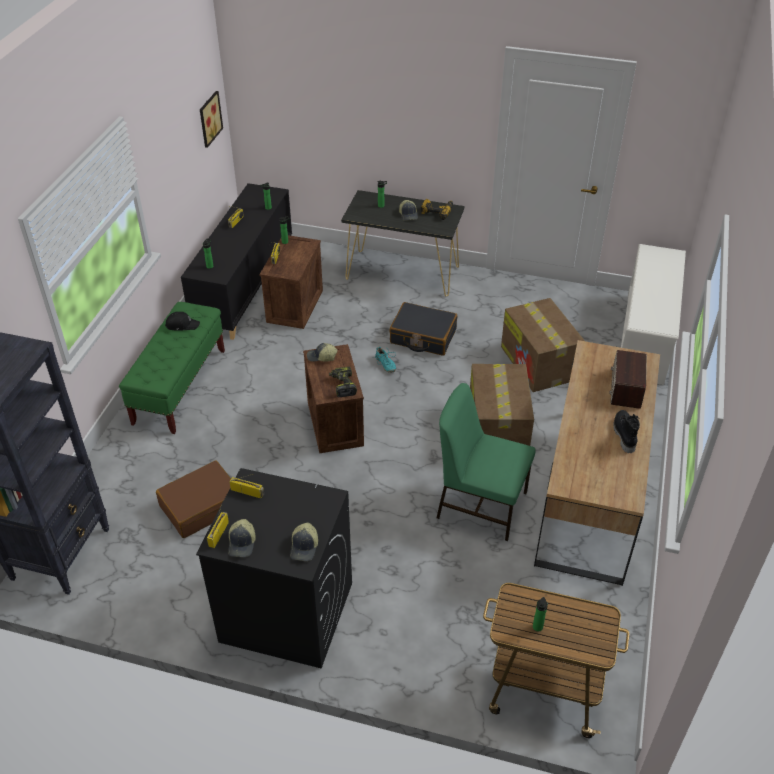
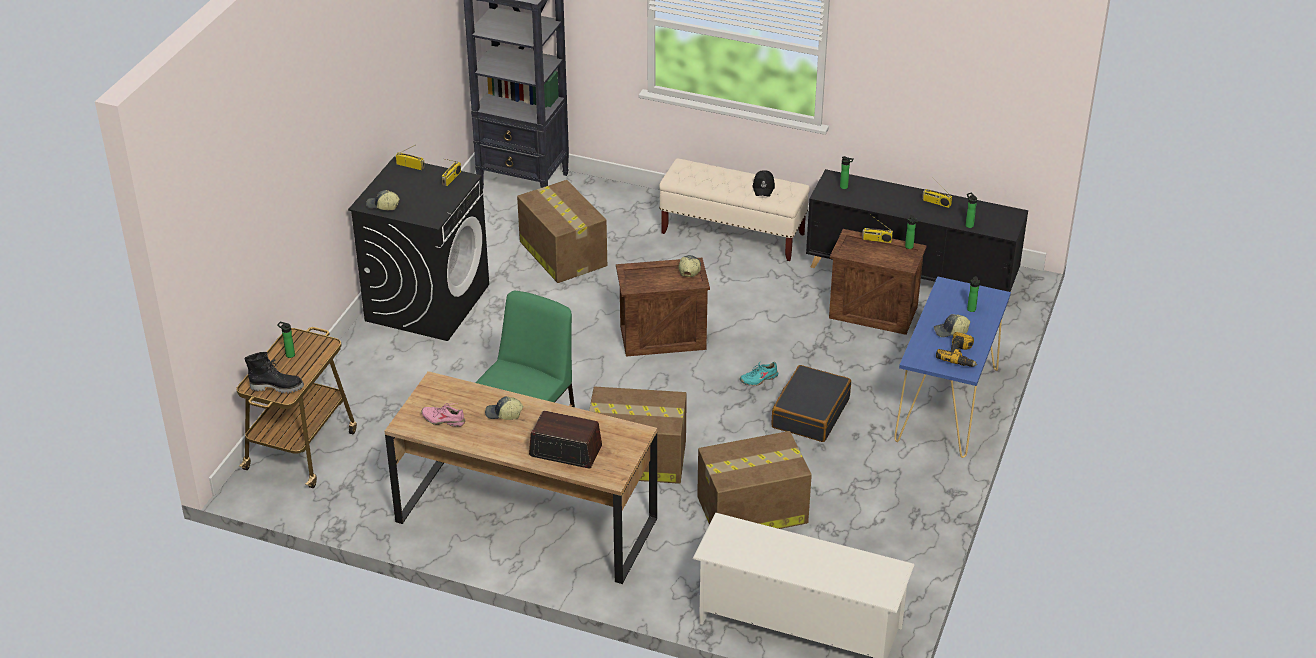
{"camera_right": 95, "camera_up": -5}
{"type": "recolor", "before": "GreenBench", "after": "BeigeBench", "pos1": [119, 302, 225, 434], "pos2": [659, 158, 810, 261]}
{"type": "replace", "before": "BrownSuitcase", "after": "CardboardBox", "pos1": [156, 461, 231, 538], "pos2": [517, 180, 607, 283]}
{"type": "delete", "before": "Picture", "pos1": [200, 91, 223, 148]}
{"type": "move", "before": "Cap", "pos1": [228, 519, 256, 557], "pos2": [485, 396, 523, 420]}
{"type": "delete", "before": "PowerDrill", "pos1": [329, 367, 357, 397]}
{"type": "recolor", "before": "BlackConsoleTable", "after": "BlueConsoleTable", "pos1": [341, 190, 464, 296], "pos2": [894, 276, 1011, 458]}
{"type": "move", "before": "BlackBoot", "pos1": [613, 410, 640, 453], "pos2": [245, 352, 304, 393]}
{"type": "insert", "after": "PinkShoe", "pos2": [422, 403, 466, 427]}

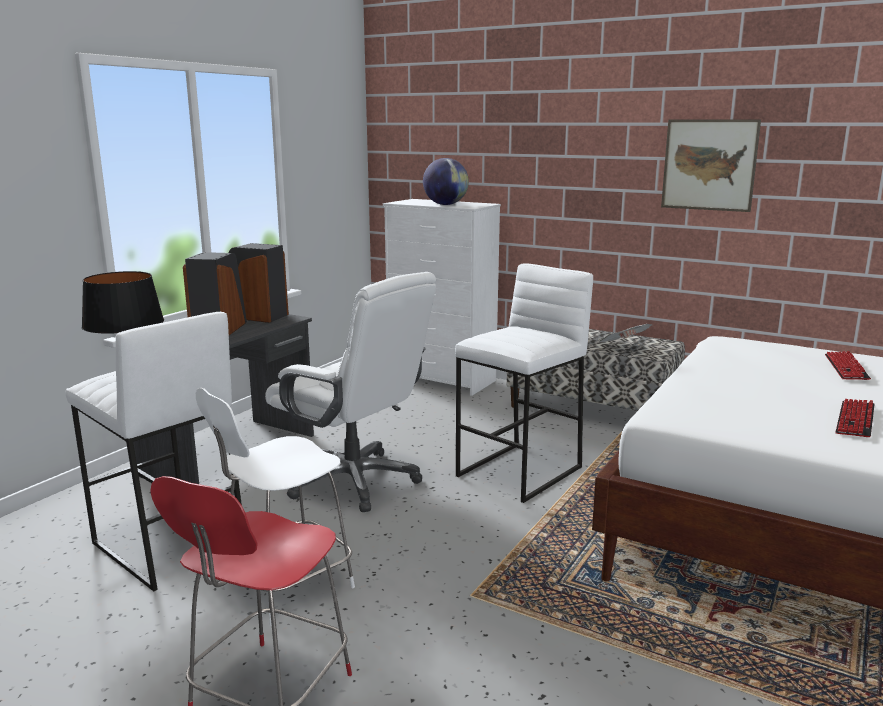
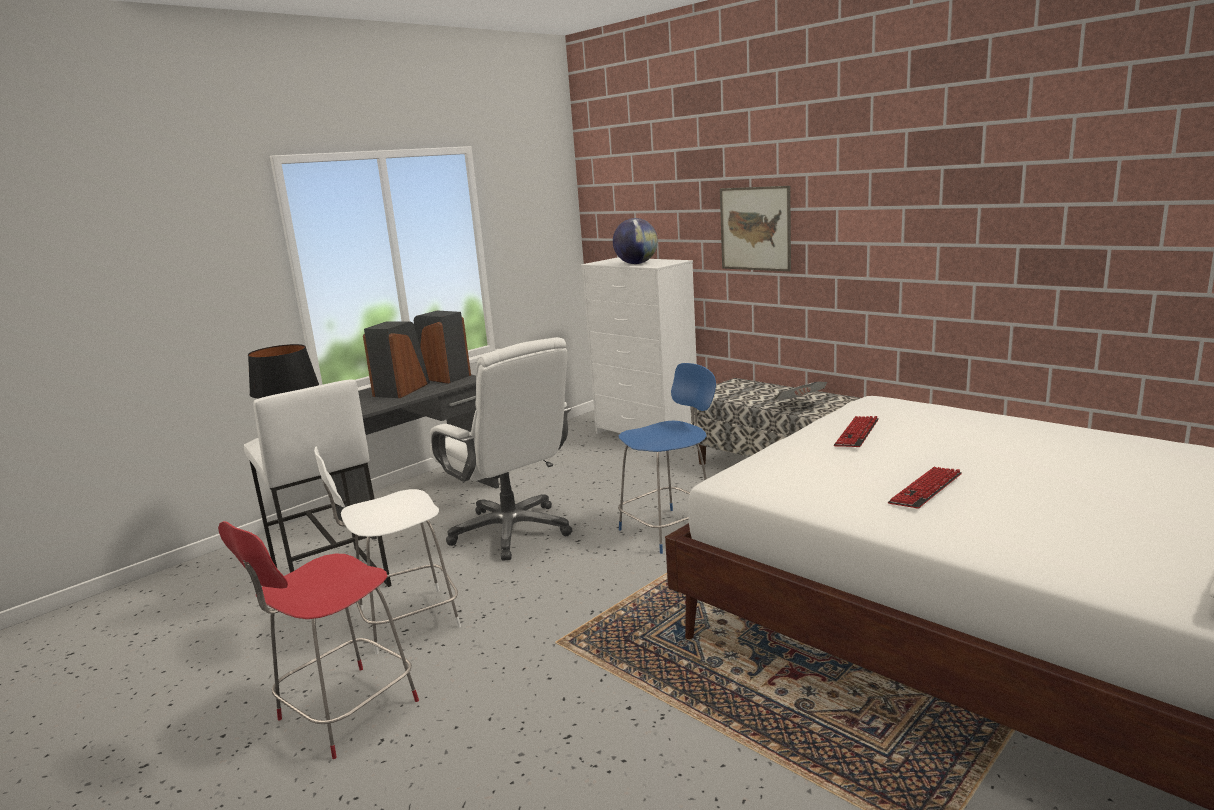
{"camera_right": 15, "camera_up": 0}
{"type": "replace", "before": "WhiteStool", "after": "BlueChair", "pos1": [455, 263, 593, 503], "pos2": [618, 363, 716, 554]}
{"type": "move", "before": "Picture", "pos1": [661, 119, 761, 212], "pos2": [720, 186, 791, 271]}
{"type": "move", "before": "Keyboard", "pos1": [825, 351, 871, 380], "pos2": [834, 416, 879, 447]}

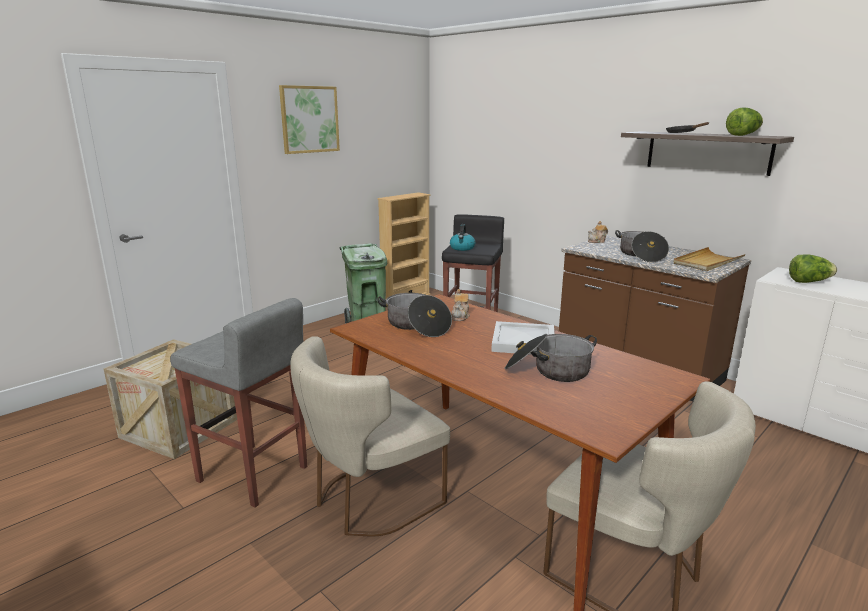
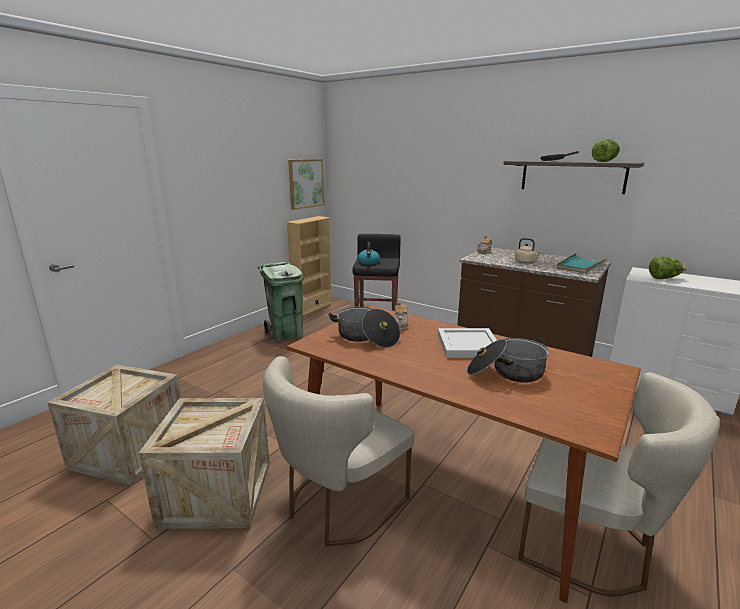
{"camera_right": -10, "camera_up": 0}
{"type": "replace", "before": "GreyStool", "after": "Crate", "pos1": [170, 298, 307, 508], "pos2": [139, 398, 270, 529]}
{"type": "move", "before": "Picture", "pos1": [279, 85, 340, 154], "pos2": [288, 159, 325, 210]}
{"type": "replace", "before": "CookingPot", "after": "BeigeKettle", "pos1": [615, 230, 669, 262], "pos2": [515, 238, 542, 263]}
{"type": "recolor", "before": "BeigeTray", "after": "TurquoiseTray", "pos1": [674, 247, 746, 271], "pos2": [556, 253, 607, 273]}

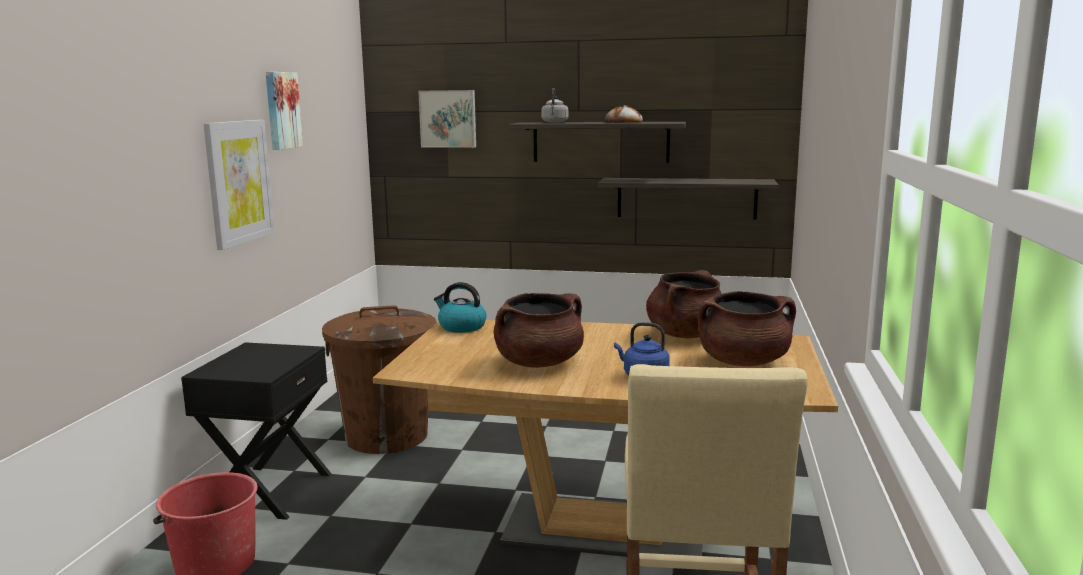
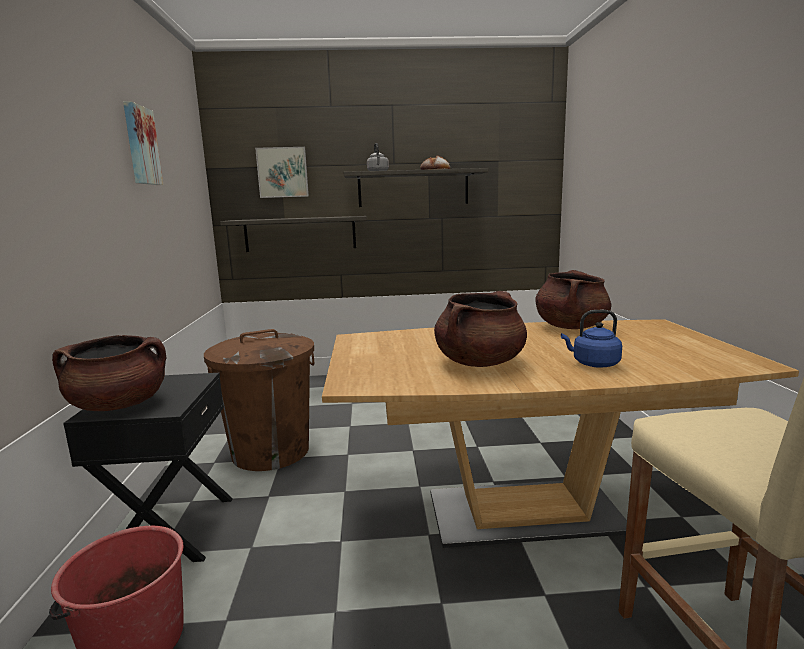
{"camera_right": -15, "camera_up": 0}
{"type": "delete", "before": "Picture", "pos1": [204, 120, 275, 250]}
{"type": "delete", "before": "Kettle", "pos1": [434, 282, 487, 333]}
{"type": "move", "before": "Shelf", "pos1": [598, 178, 778, 220], "pos2": [220, 216, 367, 252]}
{"type": "move", "before": "BrownCookingPot", "pos1": [698, 291, 796, 366], "pos2": [52, 335, 166, 411]}

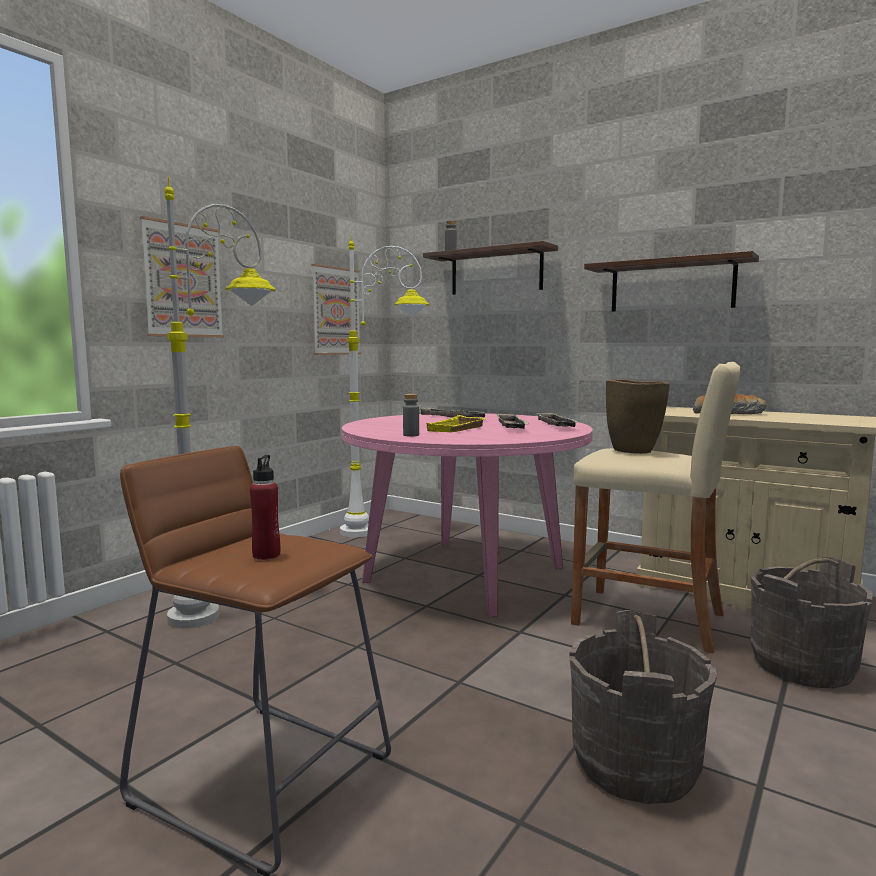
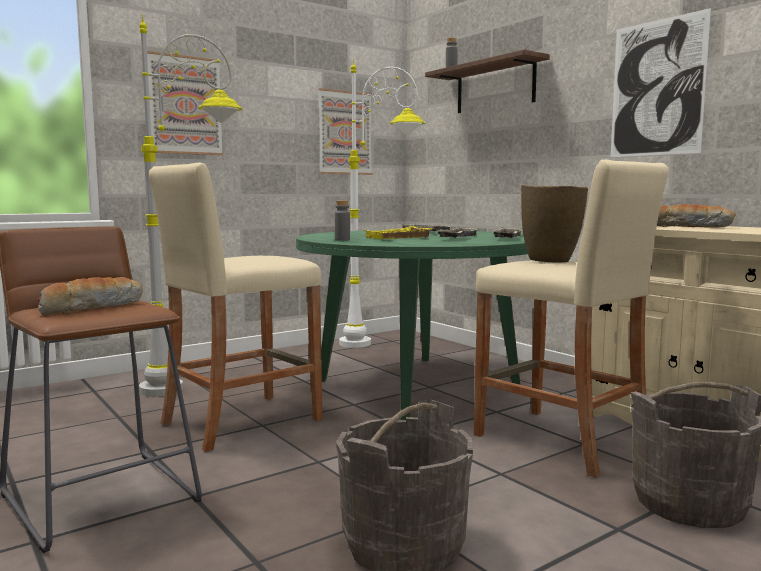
{"camera_right": 20, "camera_up": 0}
{"type": "replace", "before": "RedBottle", "after": "Bread", "pos1": [250, 455, 280, 560], "pos2": [37, 277, 143, 316]}
{"type": "recolor", "before": "PinkDiningTable", "after": "GreenDiningTable", "pos1": [342, 413, 593, 617], "pos2": [296, 230, 528, 420]}
{"type": "replace", "before": "Shelf", "after": "Picture", "pos1": [584, 251, 759, 312], "pos2": [611, 8, 711, 157]}
{"type": "insert", "after": "BeigeStool", "pos2": [149, 163, 322, 452]}

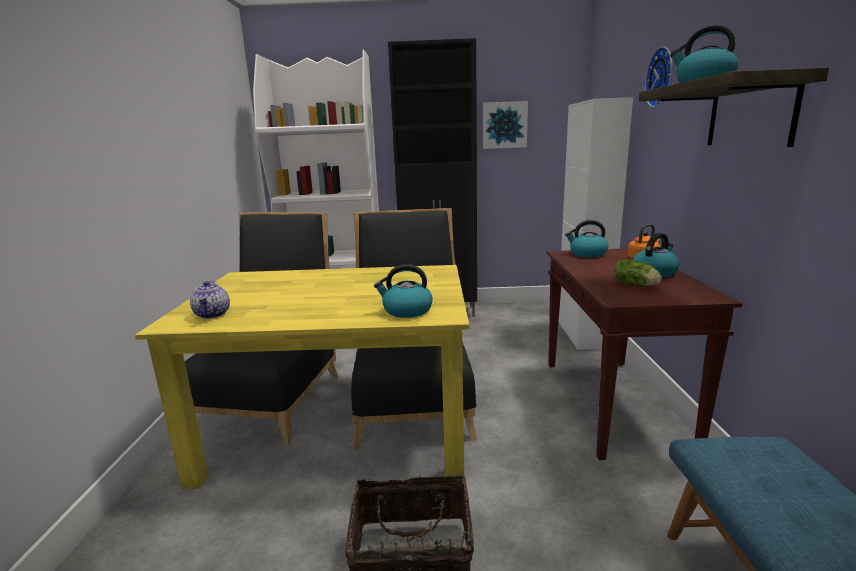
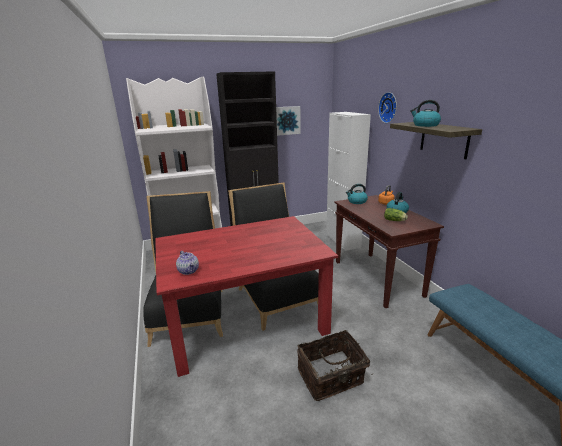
{"camera_right": -20, "camera_up": 5}
{"type": "recolor", "before": "YellowDiningTable", "after": "RedDiningTable", "pos1": [135, 265, 469, 489], "pos2": [155, 216, 338, 377]}
{"type": "delete", "before": "Kettle", "pos1": [374, 264, 433, 318]}

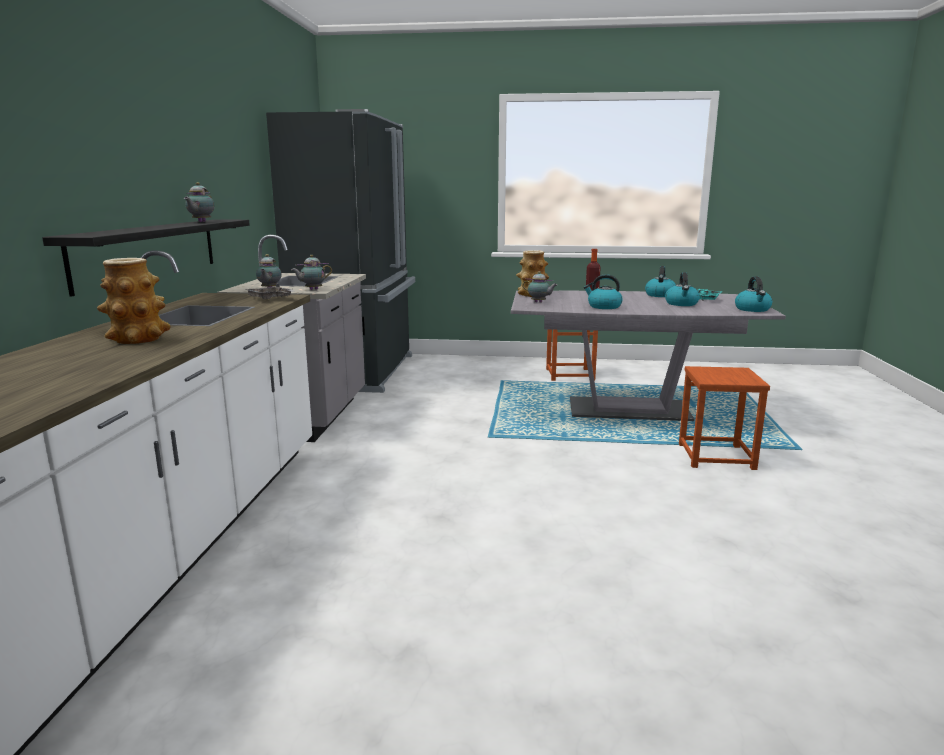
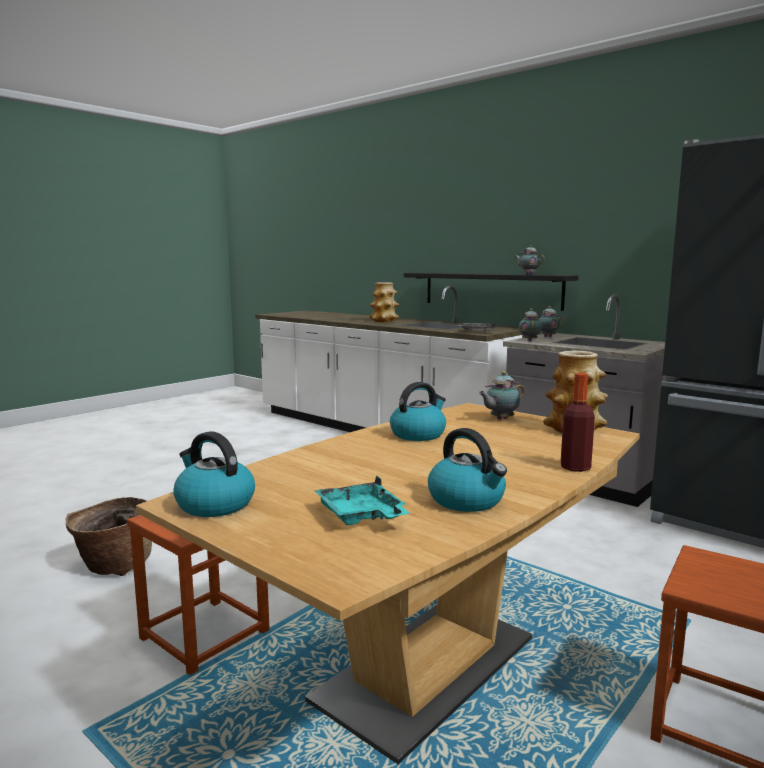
{"camera_right": 125, "camera_up": -5}
{"type": "recolor", "before": "GreyDiningTable", "after": "BrownDiningTable", "pos1": [511, 291, 786, 421], "pos2": [136, 403, 640, 764]}
{"type": "delete", "before": "Kettle", "pos1": [665, 272, 700, 306]}
{"type": "insert", "after": "Basket", "pos2": [65, 497, 152, 576]}

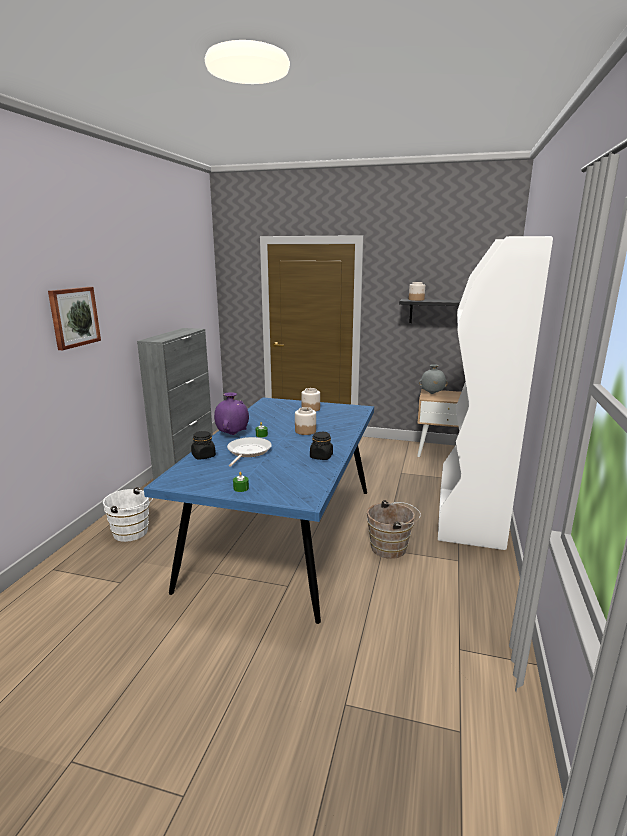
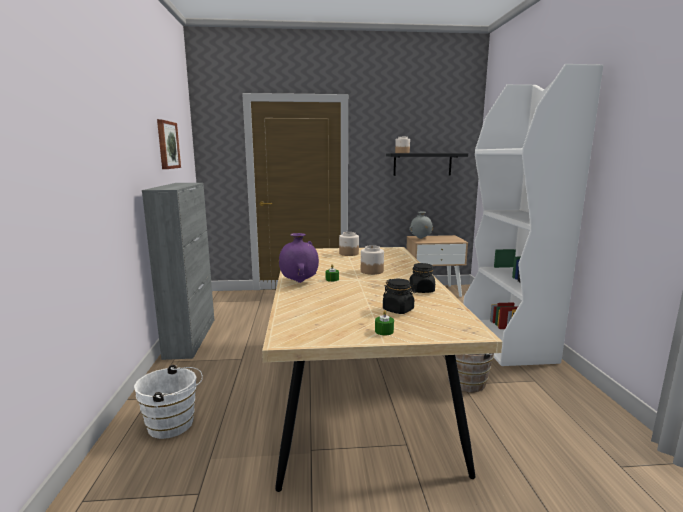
{"camera_right": -20, "camera_up": -5}
{"type": "move", "before": "Picture", "pos1": [48, 287, 101, 350], "pos2": [157, 119, 181, 169]}
{"type": "recolor", "before": "BlueDiningTable", "after": "BeigeDiningTable", "pos1": [144, 397, 374, 624], "pos2": [262, 247, 502, 492]}
{"type": "move", "before": "BlackJar", "pos1": [191, 431, 216, 460], "pos2": [383, 279, 416, 314]}
{"type": "delete", "before": "FryingPan", "pos1": [227, 437, 272, 467]}

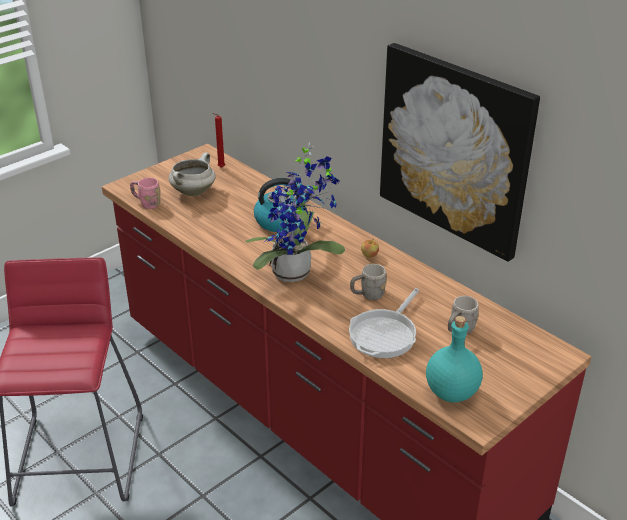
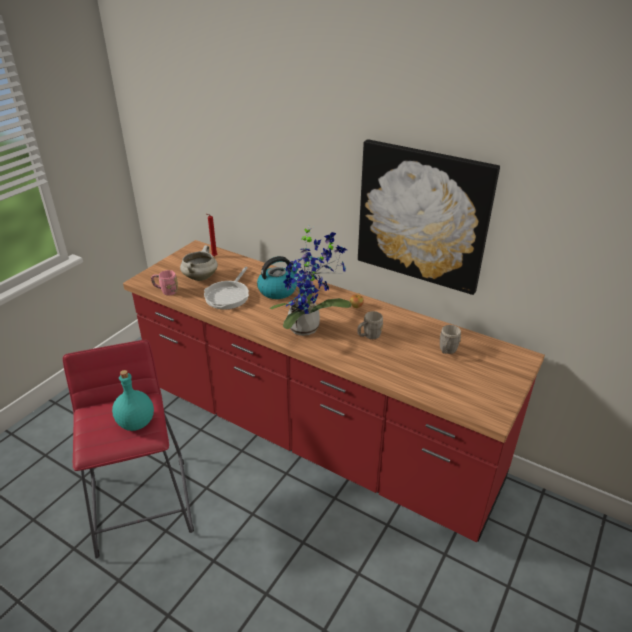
{"camera_right": -15, "camera_up": 0}
{"type": "move", "before": "FryingPan", "pos1": [349, 288, 419, 358], "pos2": [204, 267, 249, 309]}
{"type": "move", "before": "TurquoiseBottle", "pos1": [426, 316, 483, 403], "pos2": [112, 370, 154, 431]}

